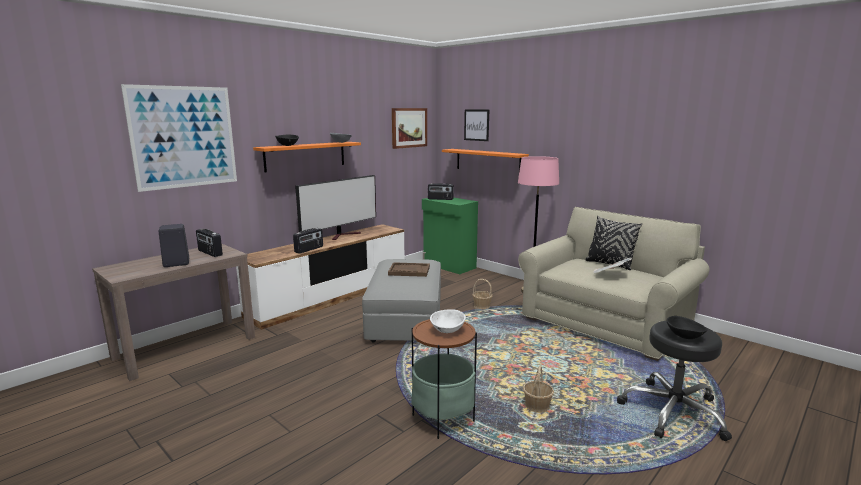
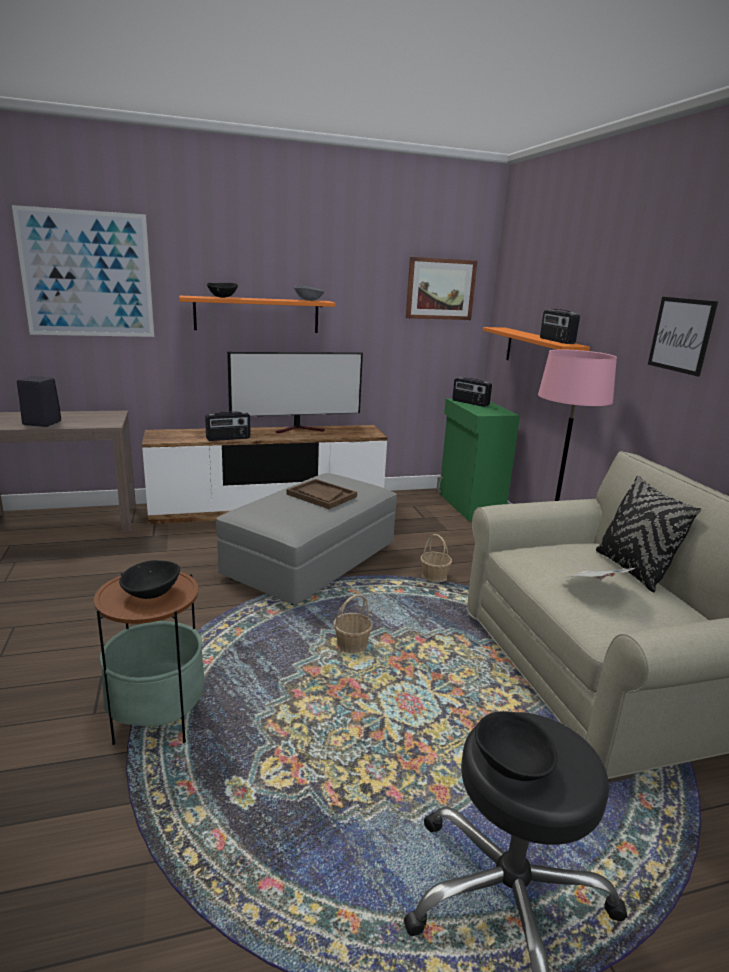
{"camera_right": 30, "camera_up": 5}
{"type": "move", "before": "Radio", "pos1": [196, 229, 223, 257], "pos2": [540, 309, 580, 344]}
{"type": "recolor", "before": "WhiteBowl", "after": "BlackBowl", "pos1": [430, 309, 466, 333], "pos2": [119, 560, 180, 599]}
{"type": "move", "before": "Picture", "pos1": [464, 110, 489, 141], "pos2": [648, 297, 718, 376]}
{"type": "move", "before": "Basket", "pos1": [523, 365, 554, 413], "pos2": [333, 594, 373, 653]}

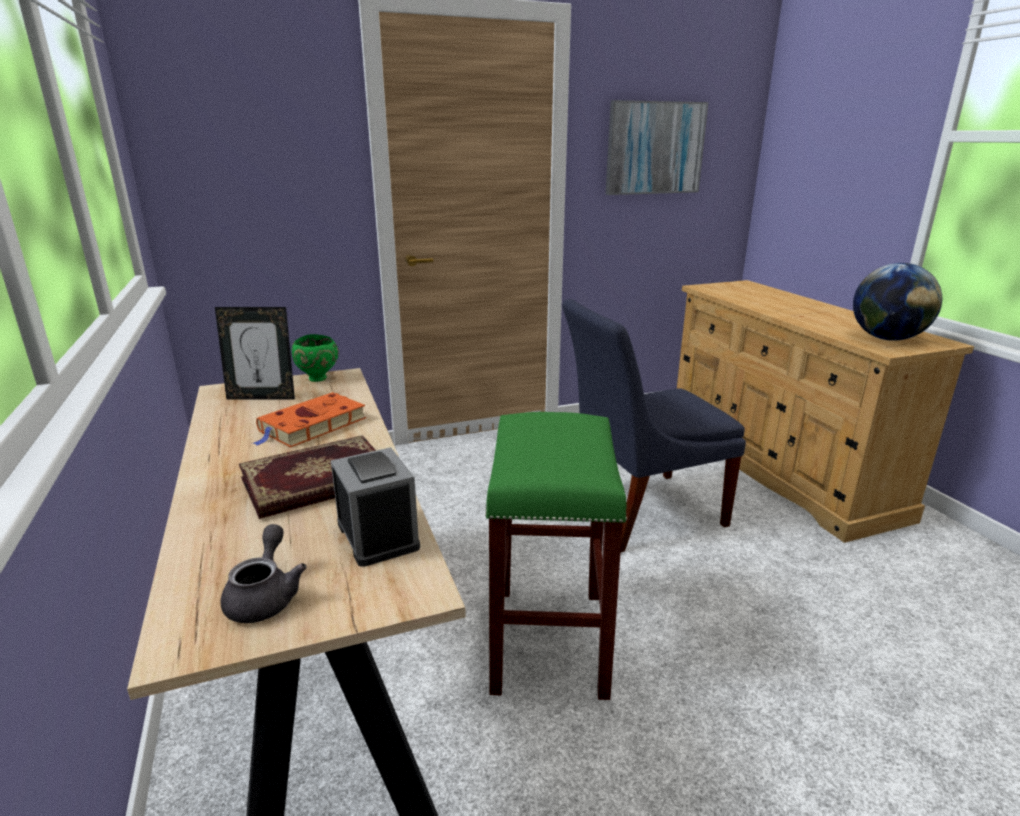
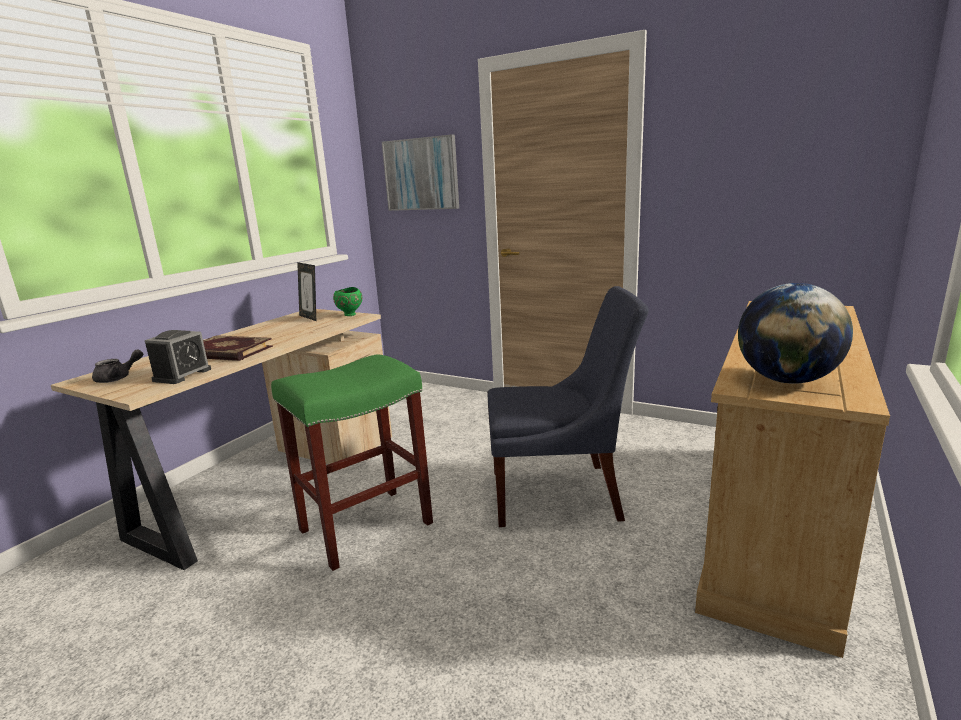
{"camera_right": 50, "camera_up": -5}
{"type": "delete", "before": "OrangeBook", "pos1": [252, 392, 366, 447]}
{"type": "rotate", "before": "BlueChair", "pos1": [562, 299, 746, 552], "pos2": [487, 286, 649, 527], "turn": 150}
{"type": "move", "before": "Picture", "pos1": [606, 100, 708, 195], "pos2": [382, 134, 459, 211]}

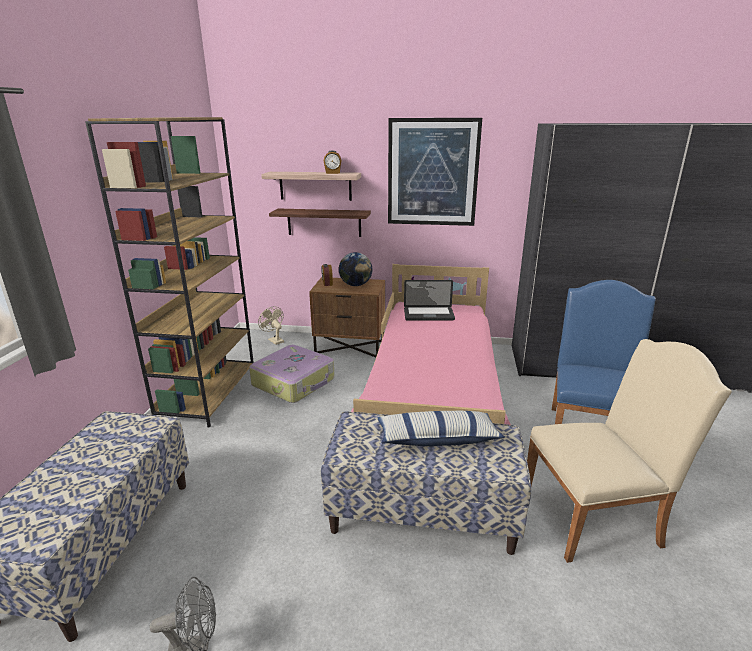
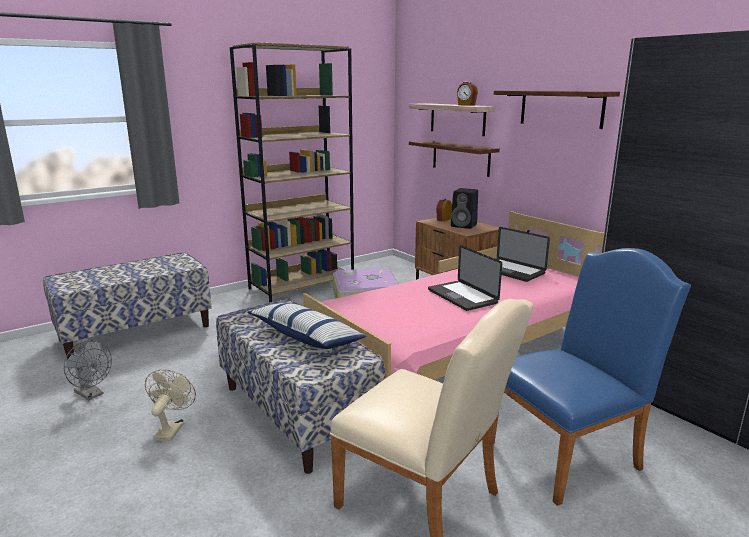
{"camera_right": 45, "camera_up": -5}
{"type": "move", "before": "BeigeFan", "pos1": [258, 306, 284, 345], "pos2": [145, 369, 196, 441]}
{"type": "replace", "before": "Globe", "after": "BlackSpeaker", "pos1": [339, 252, 372, 286], "pos2": [451, 188, 478, 229]}
{"type": "replace", "before": "Picture", "after": "Shelf", "pos1": [388, 118, 482, 226], "pos2": [494, 90, 620, 129]}
{"type": "insert", "after": "Laptop", "pos2": [428, 245, 502, 311]}

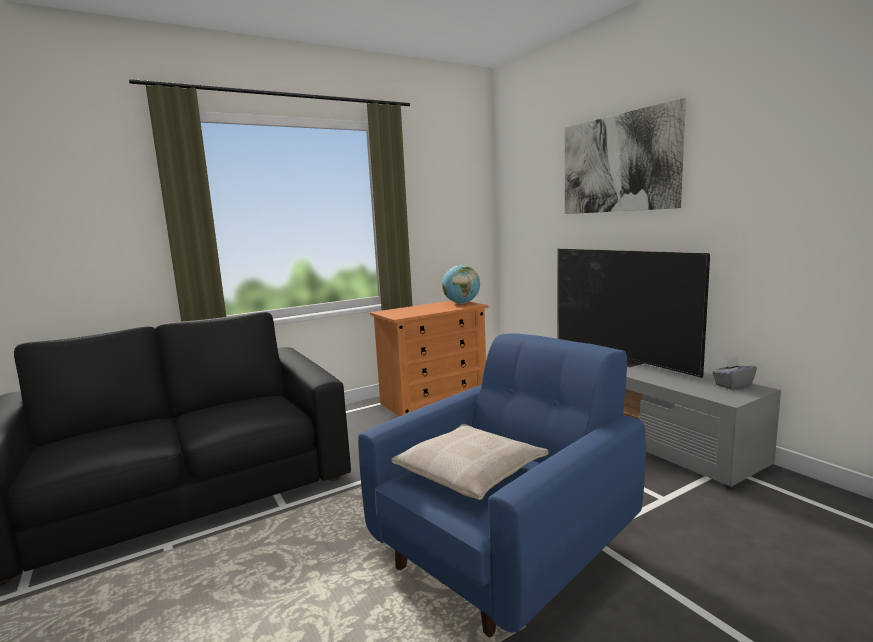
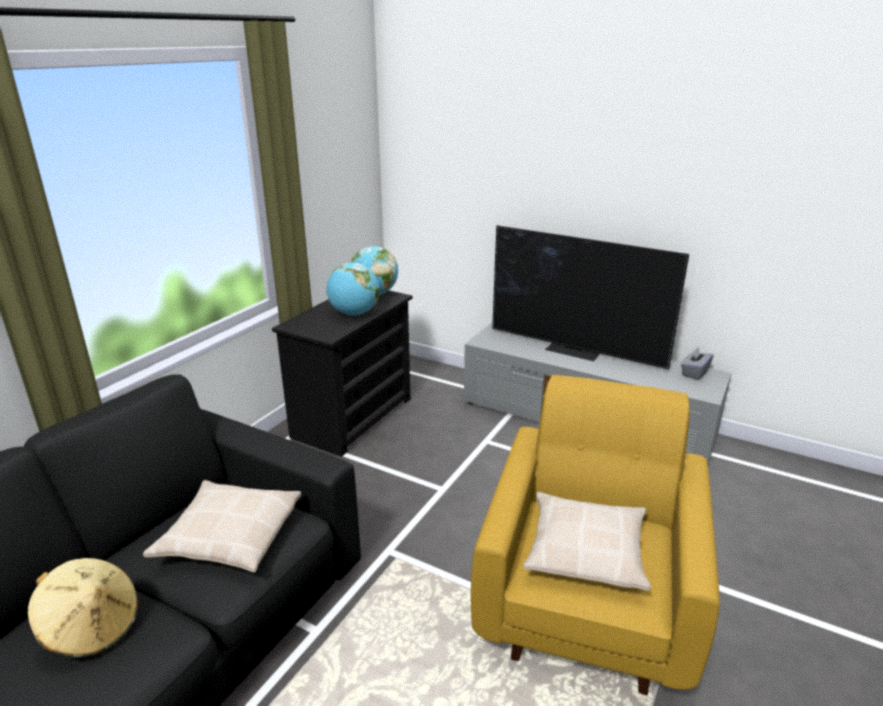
{"camera_right": -30, "camera_up": 15}
{"type": "recolor", "before": "BlueArmchair", "after": "YellowArmchair", "pos1": [358, 333, 646, 637], "pos2": [471, 375, 720, 695]}
{"type": "recolor", "before": "OrangeDresser", "after": "BlackDresser", "pos1": [370, 301, 489, 416], "pos2": [272, 291, 413, 457]}
{"type": "delete", "before": "Picture", "pos1": [565, 98, 686, 214]}
{"type": "insert", "after": "BeigeHat", "pos2": [28, 558, 138, 658]}
{"type": "insert", "after": "BeigePillow", "pos2": [143, 480, 301, 572]}
{"type": "insert", "after": "Globe", "pos2": [326, 262, 380, 315]}

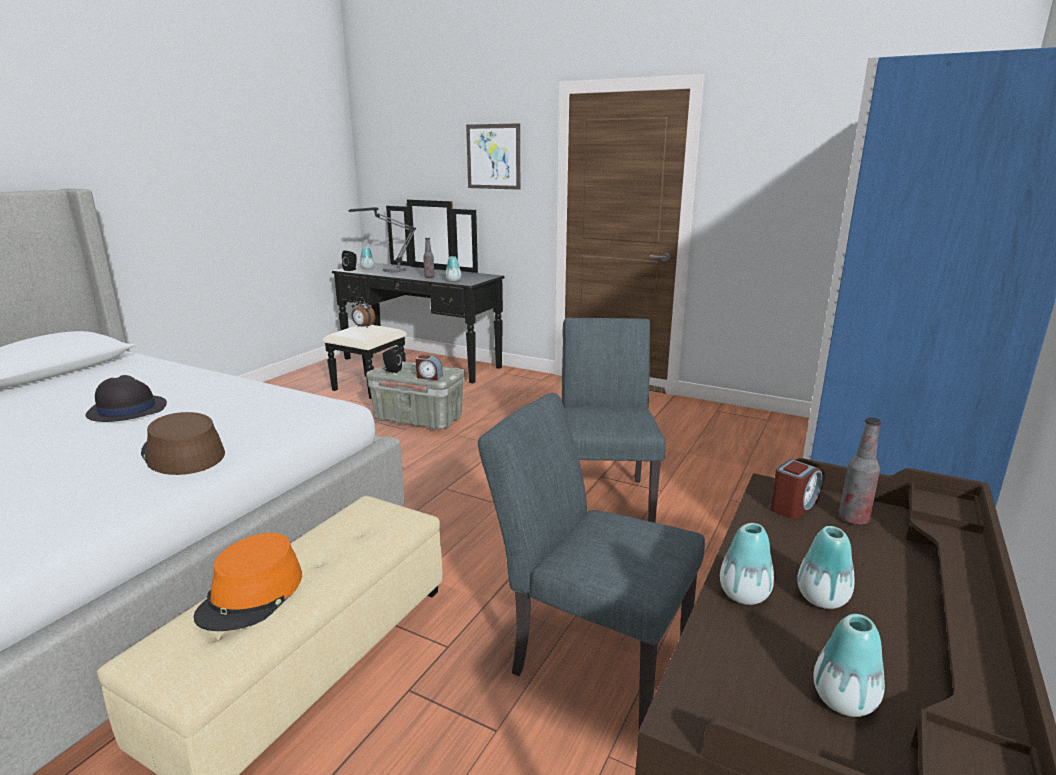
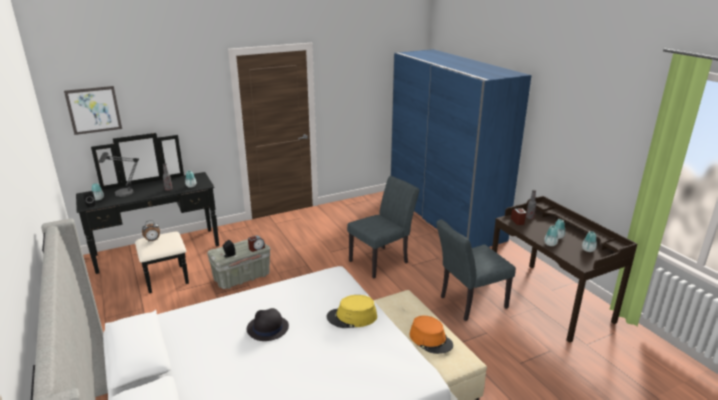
{"camera_right": -55, "camera_up": 5}
{"type": "recolor", "before": "BrownHat", "after": "YellowHat", "pos1": [141, 412, 225, 475], "pos2": [327, 295, 377, 328]}
{"type": "move", "before": "Picture", "pos1": [466, 123, 520, 190], "pos2": [64, 86, 122, 135]}
{"type": "rotate", "before": "GreyChair", "pos1": [562, 318, 665, 523], "pos2": [347, 176, 419, 278], "turn": 105}

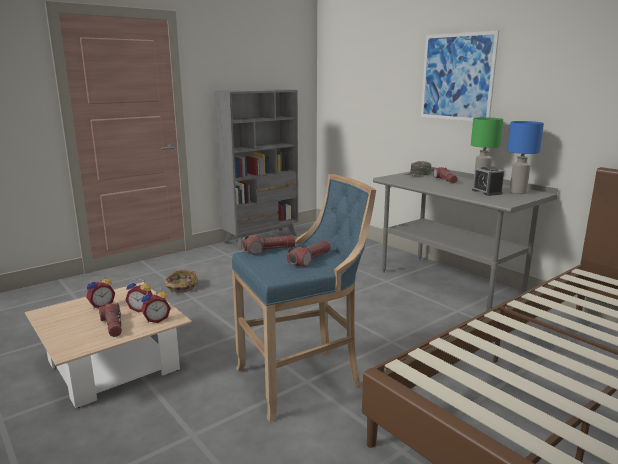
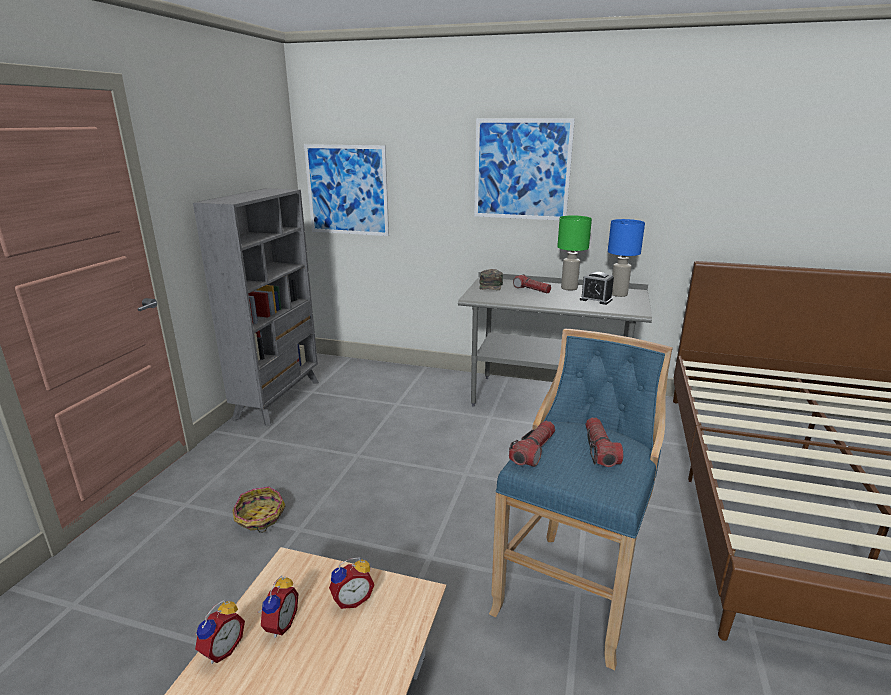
{"camera_right": -35, "camera_up": 5}
{"type": "delete", "before": "Flashlight", "pos1": [99, 303, 122, 337]}
{"type": "move", "before": "AlarmClock", "pos1": [141, 288, 171, 323], "pos2": [195, 599, 245, 664]}
{"type": "insert", "after": "Picture", "pos2": [304, 144, 389, 236]}

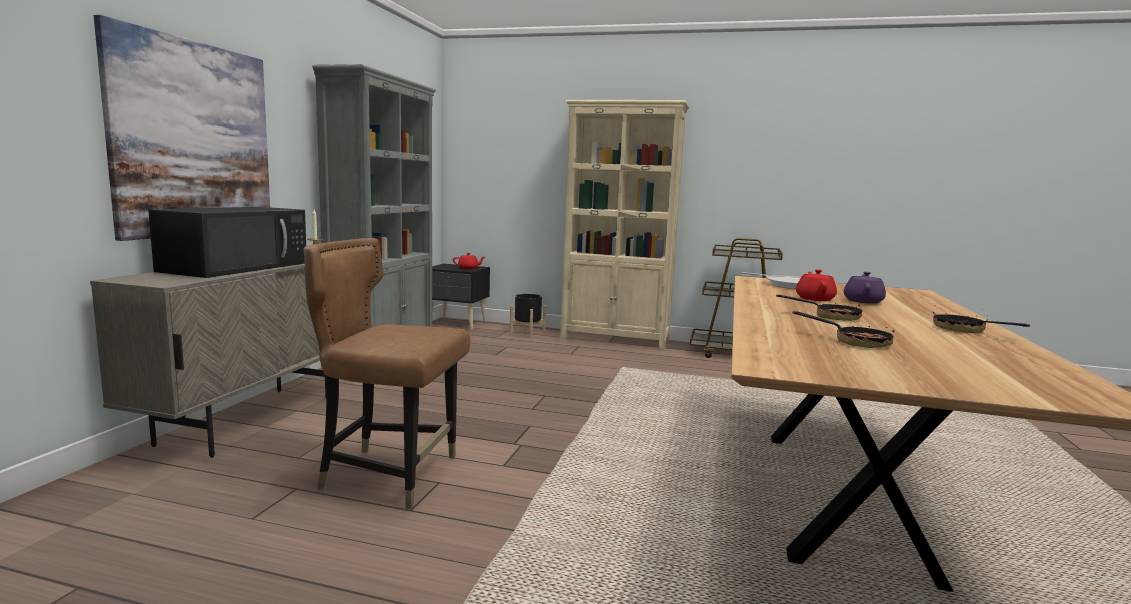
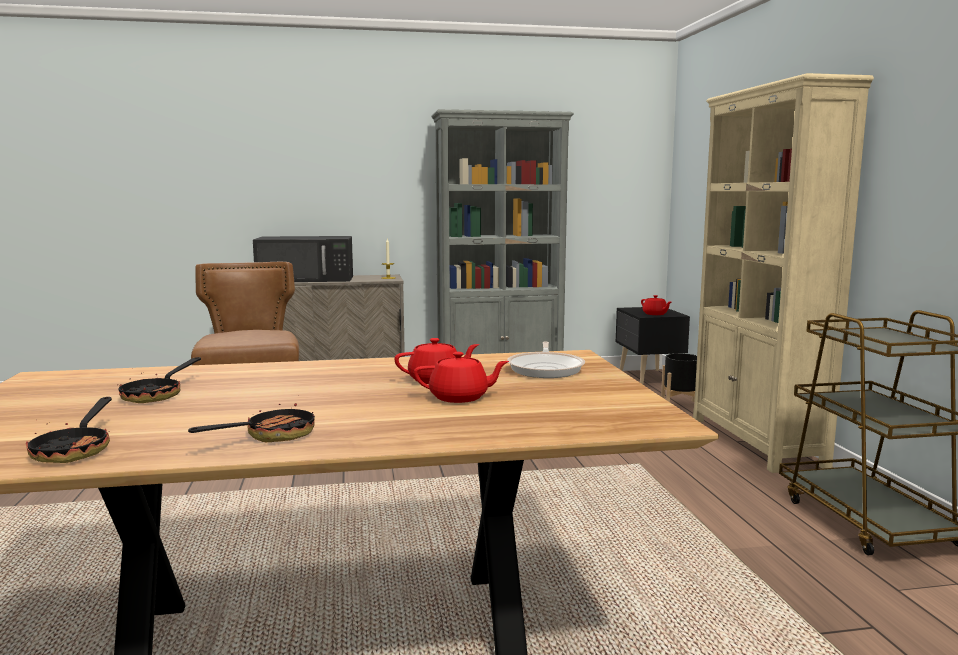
{"camera_right": 65, "camera_up": 0}
{"type": "delete", "before": "Picture", "pos1": [94, 15, 270, 241]}
{"type": "move", "before": "FryingPan", "pos1": [776, 295, 862, 321], "pos2": [26, 397, 112, 463]}
{"type": "recolor", "before": "PurpleTeapot", "after": "RedTeapot", "pos1": [844, 272, 886, 304], "pos2": [414, 352, 509, 403]}

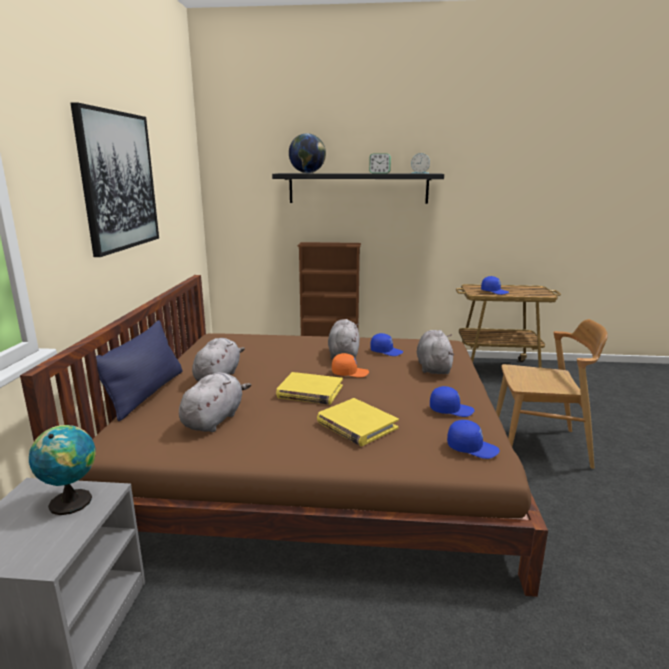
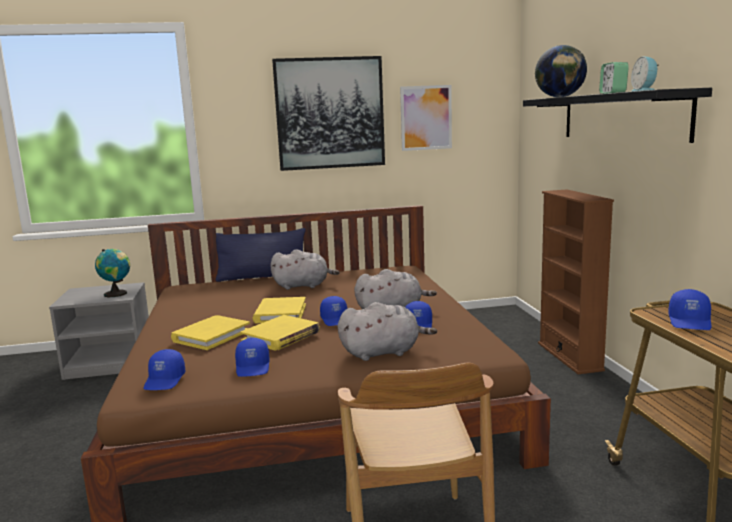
{"camera_right": 75, "camera_up": -5}
{"type": "delete", "before": "GreyPlushToy", "pos1": [179, 372, 251, 432]}
{"type": "recolor", "before": "OrangeCap", "after": "BlueCap", "pos1": [332, 353, 369, 378], "pos2": [320, 296, 347, 326]}
{"type": "insert", "after": "YellowBook", "pos2": [241, 315, 320, 350]}
{"type": "insert", "after": "Picture", "pos2": [400, 85, 452, 151]}

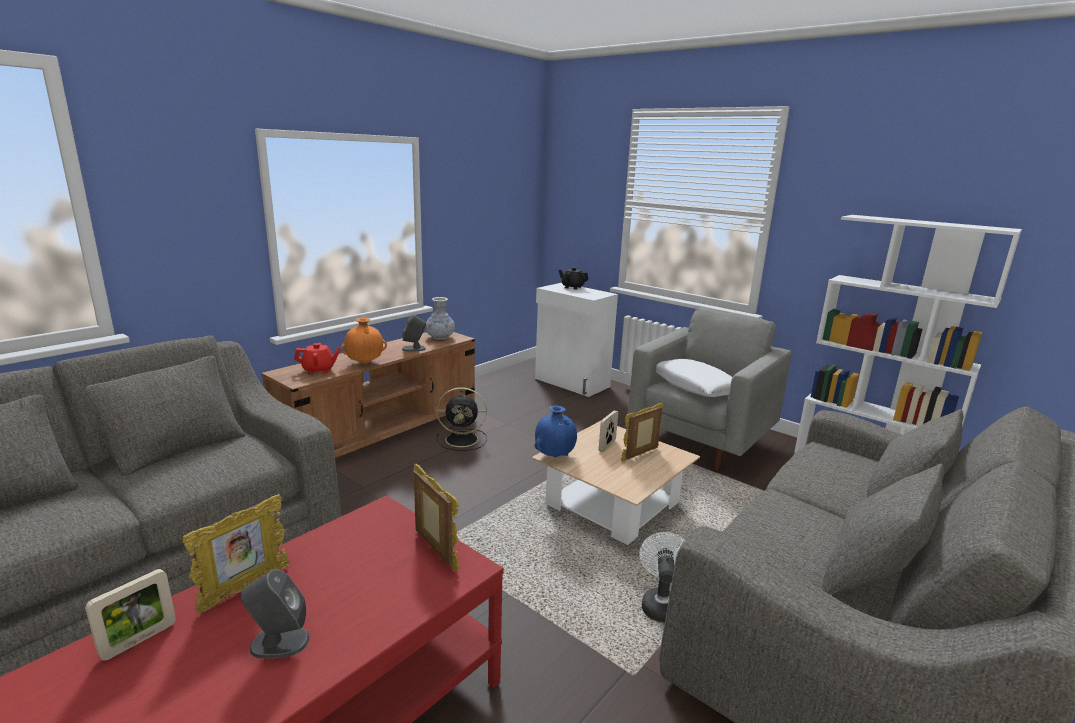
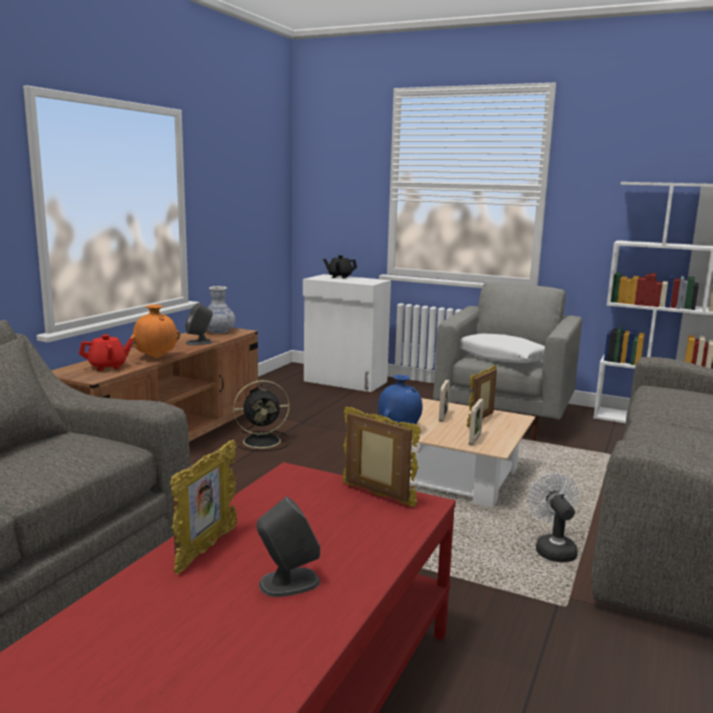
{"camera_right": -15, "camera_up": -5}
{"type": "move", "before": "PictureFrame", "pos1": [85, 569, 176, 660], "pos2": [469, 399, 484, 445]}

